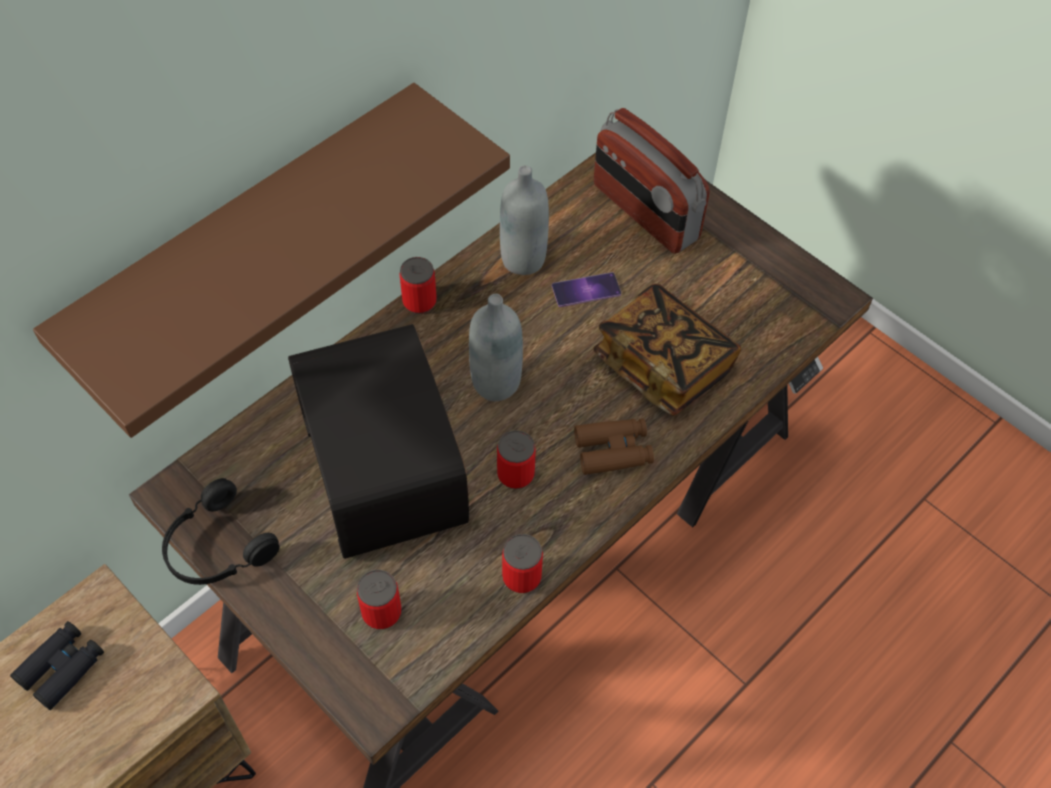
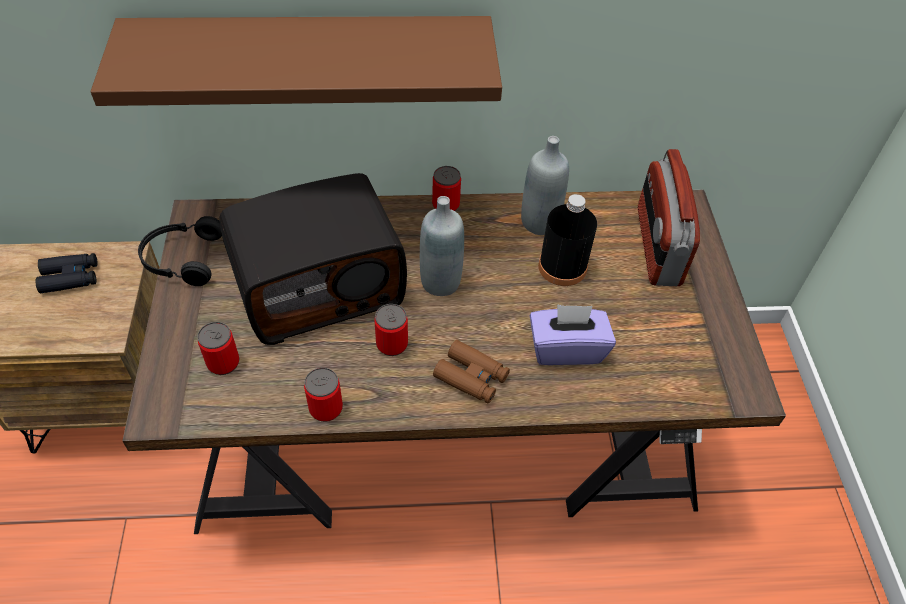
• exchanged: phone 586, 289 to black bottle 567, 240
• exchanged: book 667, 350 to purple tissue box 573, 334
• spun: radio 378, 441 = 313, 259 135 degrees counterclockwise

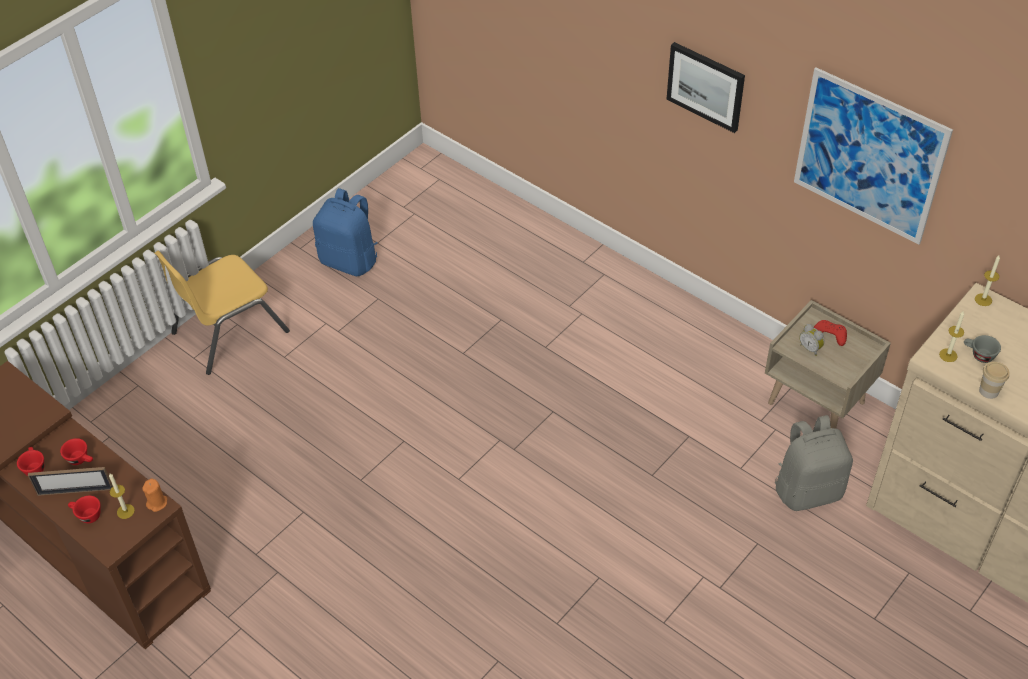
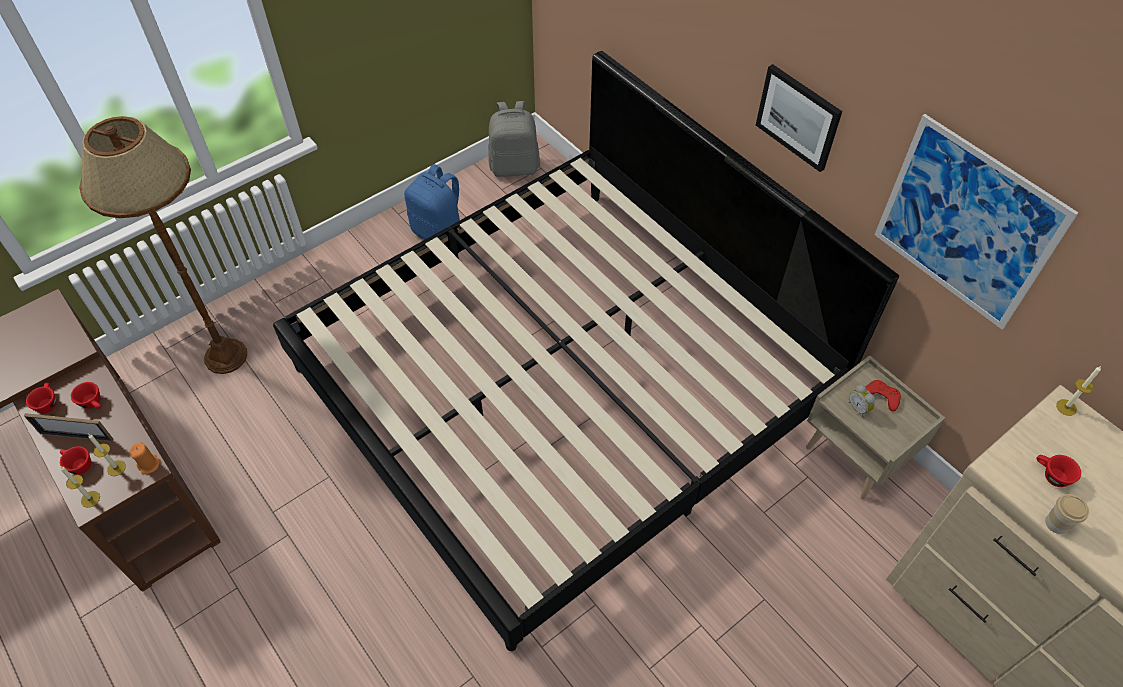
• missing: yellow chair 222, 312
• relocated: candle 951, 336 to 80, 487
• colour: grey cup 982, 349 to red cup 1058, 471
• relocated: grey backpack 814, 463 to 514, 139
• appeared: bed 586, 351
• appeared: brown floor lamp 163, 245

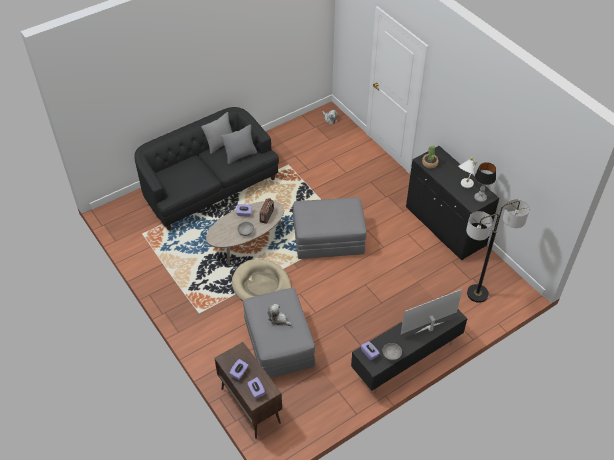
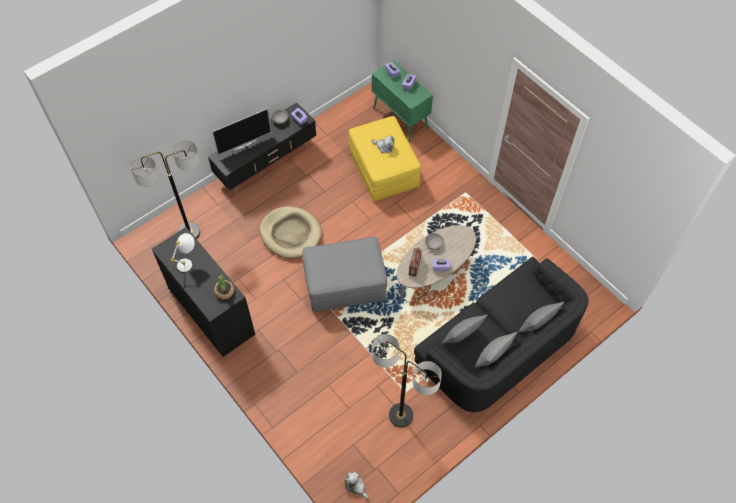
• missing: table lamp 485, 182
• relocated: beige dog bed 261, 280 to 291, 232
• colour: grey ottoman 279, 333 to yellow ottoman 385, 158
• colour: brown cabinet 248, 390 to green cabinet 402, 101
• appeared: grey pillow 541, 317
• appeared: floor lamp 407, 380

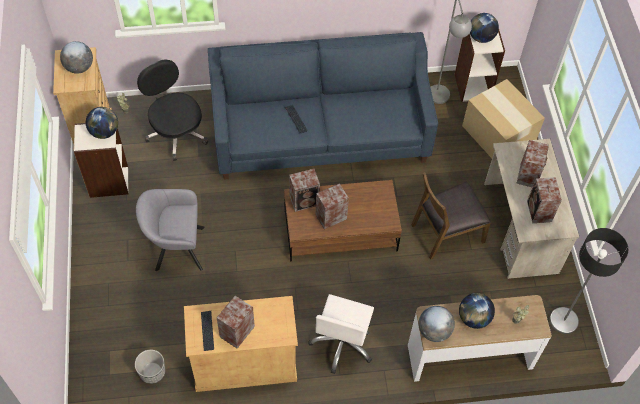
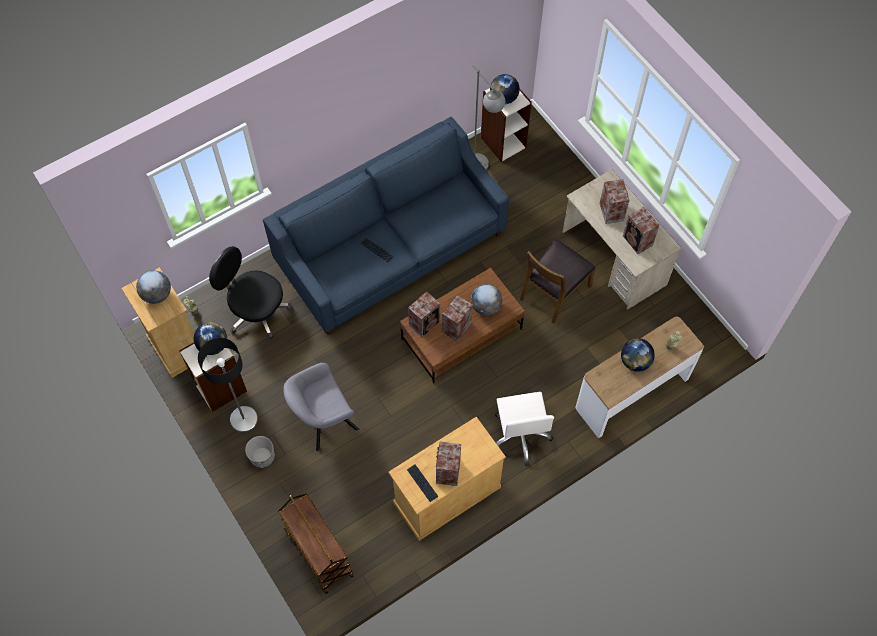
• missing: cardboard box 503, 118
• relocated: floor lamp 589, 281 to 228, 385
• relocated: globe 436, 324 to 486, 300
• relocated: planter 150, 367 to 260, 452
• appeared: brown cart 315, 544

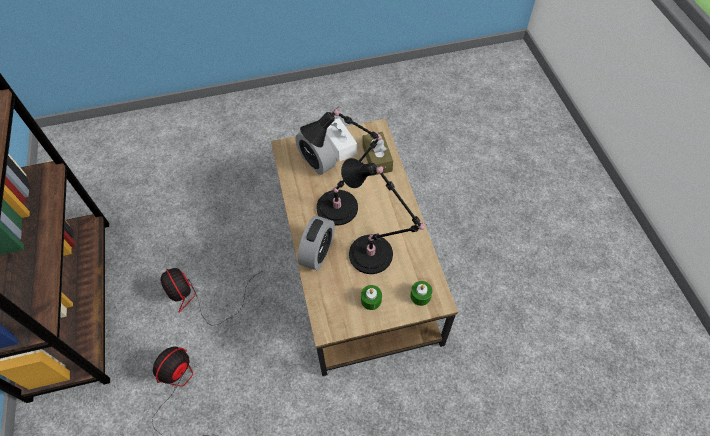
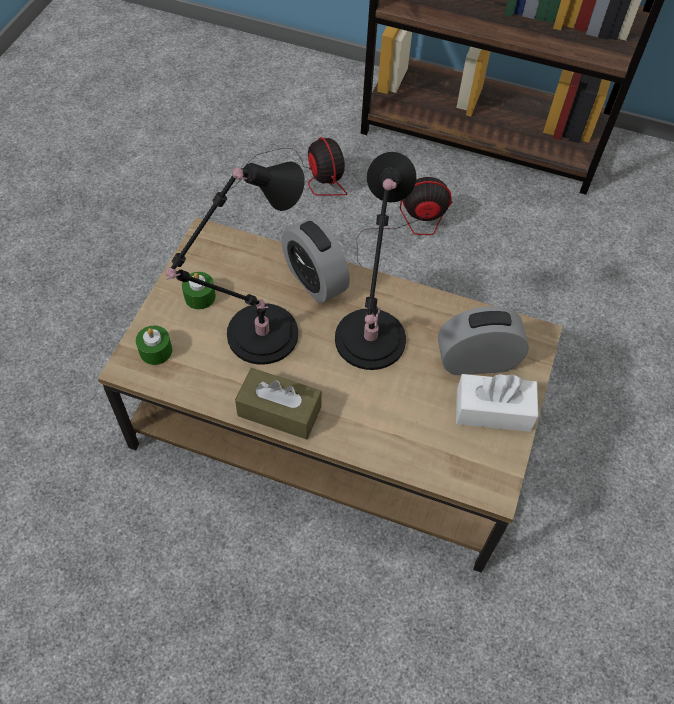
• relocated: brown tissue box 377, 154 to 278, 404

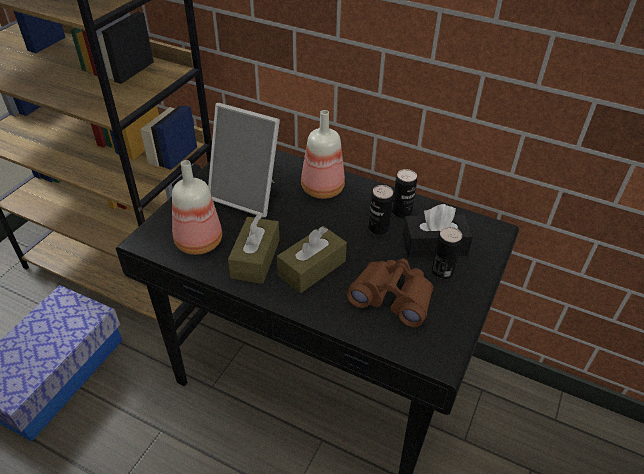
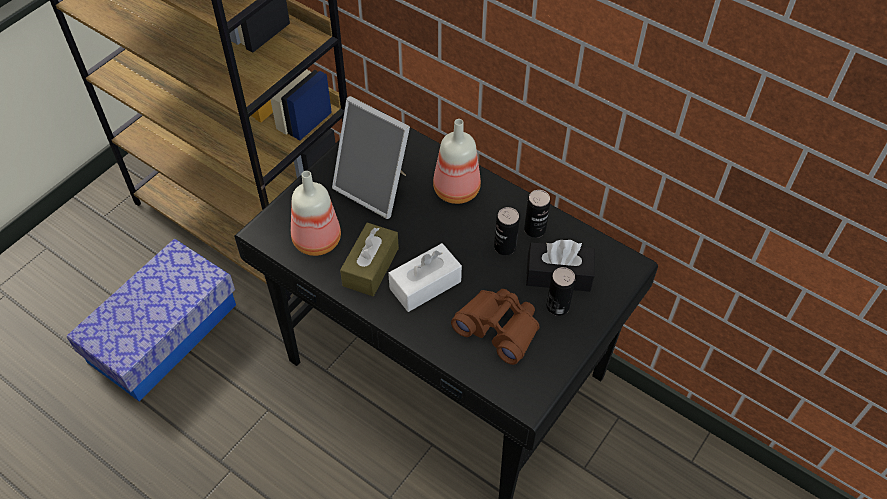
• colour: brown tissue box 312, 259 to white tissue box 425, 277

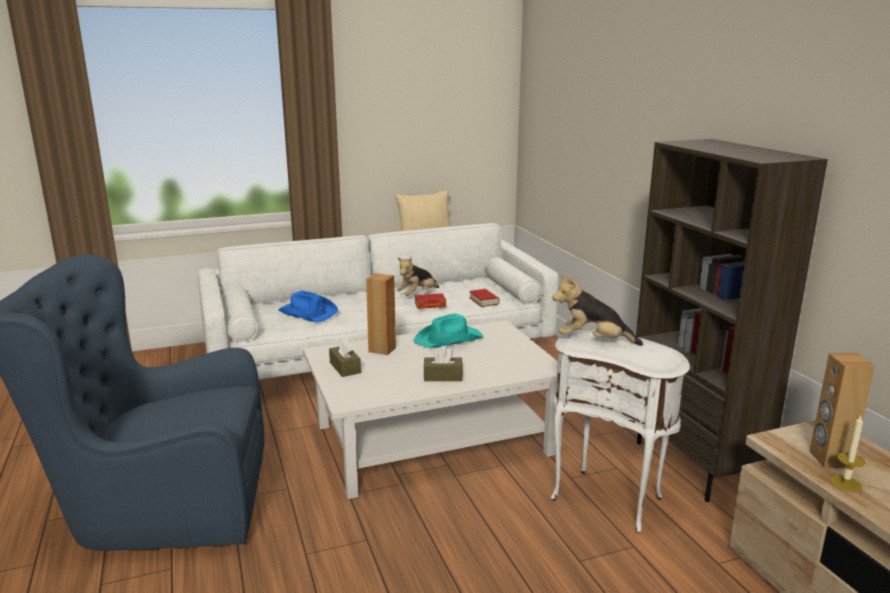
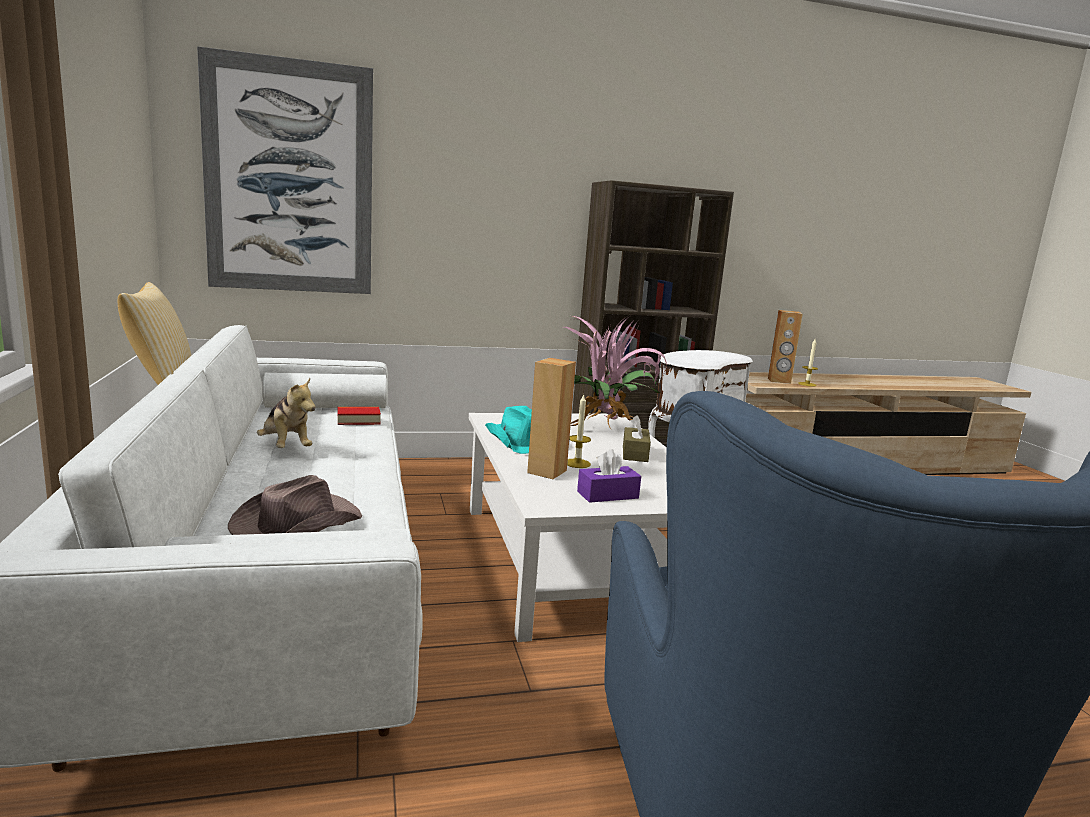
• missing: plush toy 597, 310
• colour: blue hat 308, 306 to brown hat 295, 505
• missing: book 430, 301
• colour: brown tissue box 345, 357 to purple tissue box 609, 476
• appeared: picture 285, 170
• appeared: potted plant 615, 372
• appeared: candle 579, 431

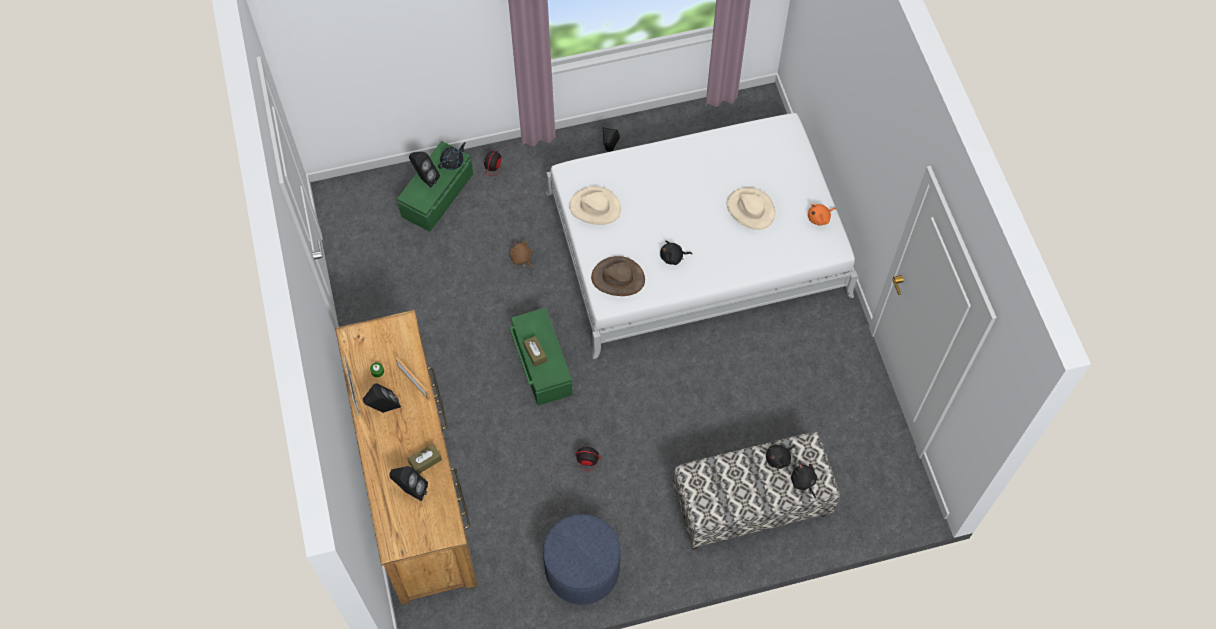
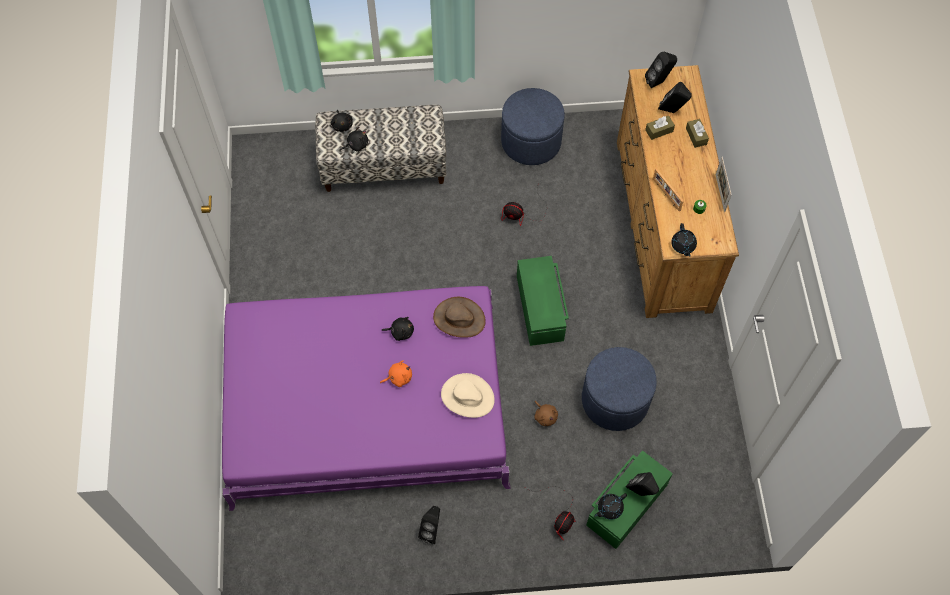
• colour: white bed 702, 236 to purple bed 366, 398
• missing: beige hat 750, 208
• relocated: orange plush toy 822, 215 to 396, 374
• relocated: brown tissue box 535, 351 to 697, 133
• relocated: black speaker 382, 398 to 661, 70
• appeared: black teapot 684, 240
• appeared: blue ottoman 619, 389

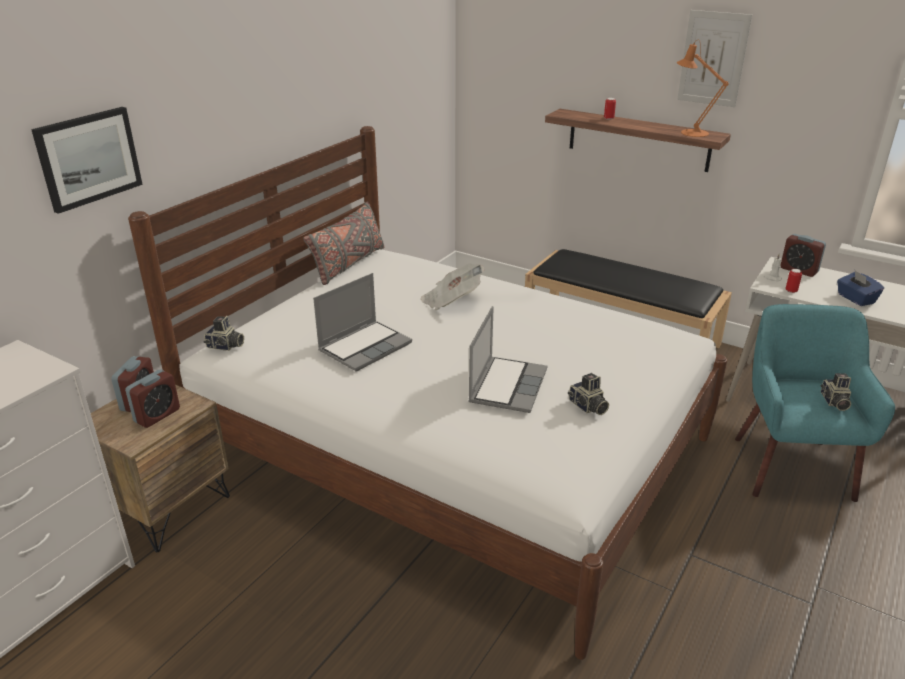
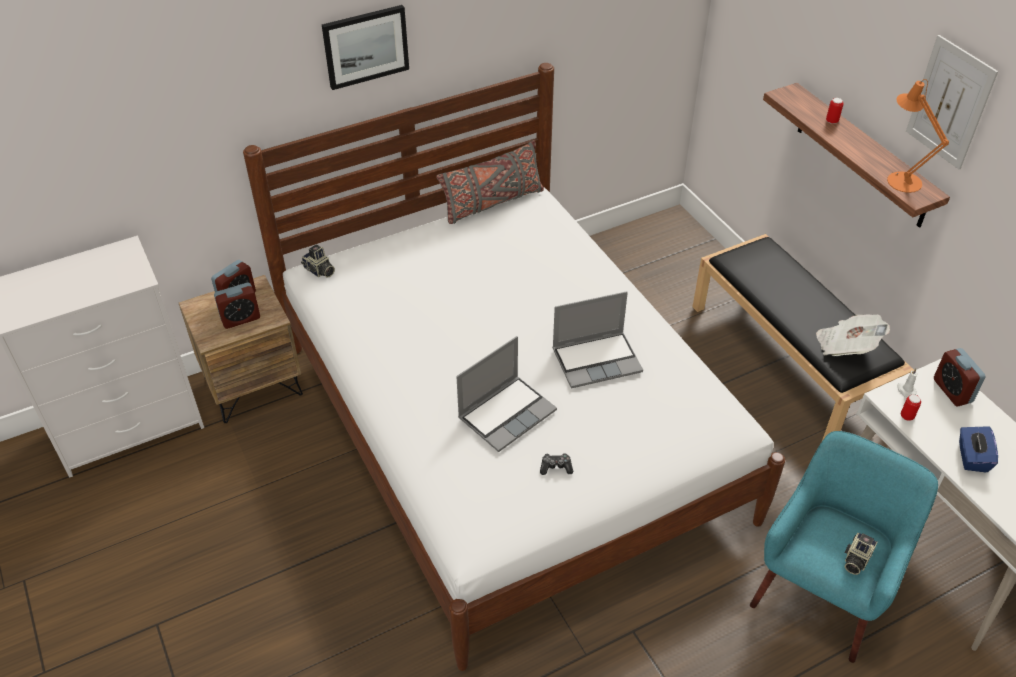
• relocated: picture 87, 160 to 365, 47
• relocated: newspaper 452, 286 to 853, 335
• relocated: laptop 362, 322 to 597, 339
• exchanged: photo camera 588, 394 to game controller 556, 464

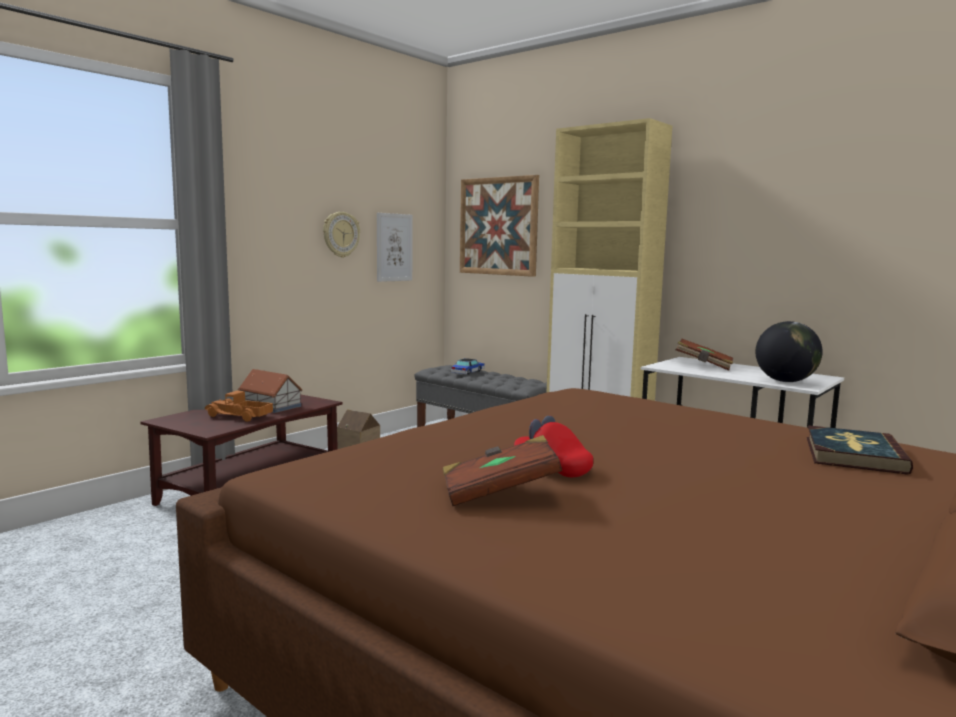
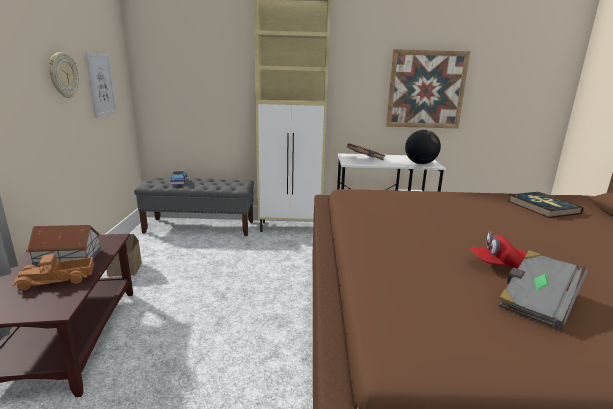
• relocated: picture 499, 226 to 428, 88
• colour: brown book 502, 470 to grey book 543, 290

